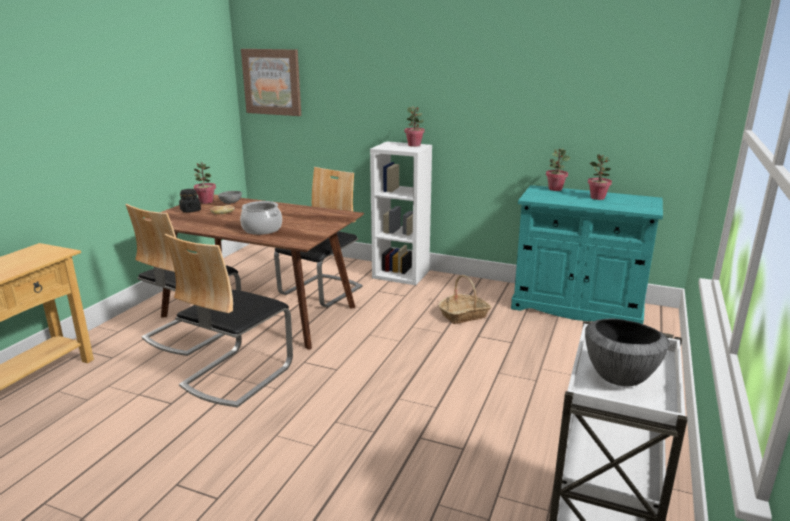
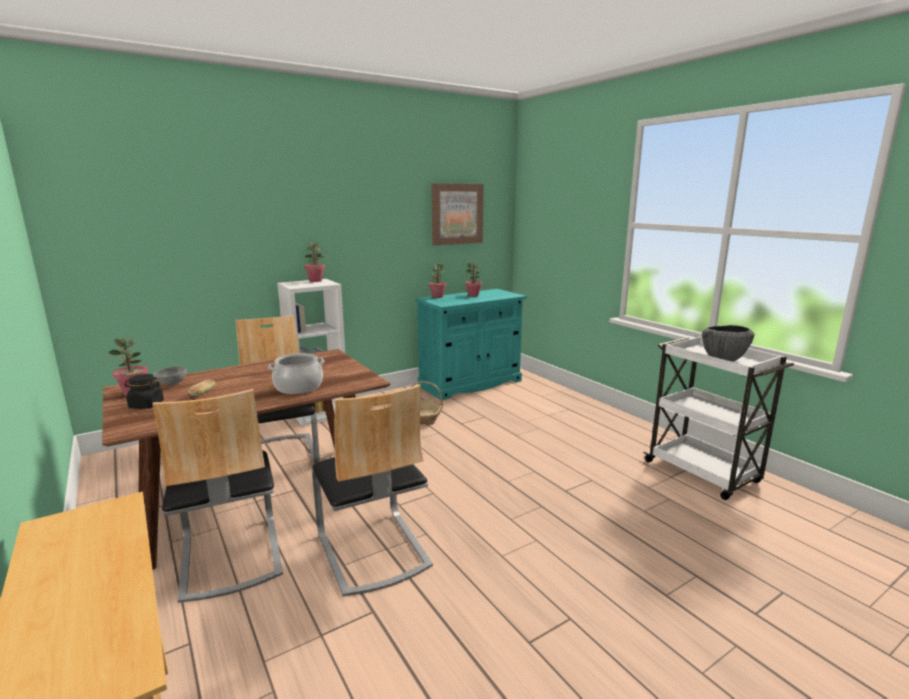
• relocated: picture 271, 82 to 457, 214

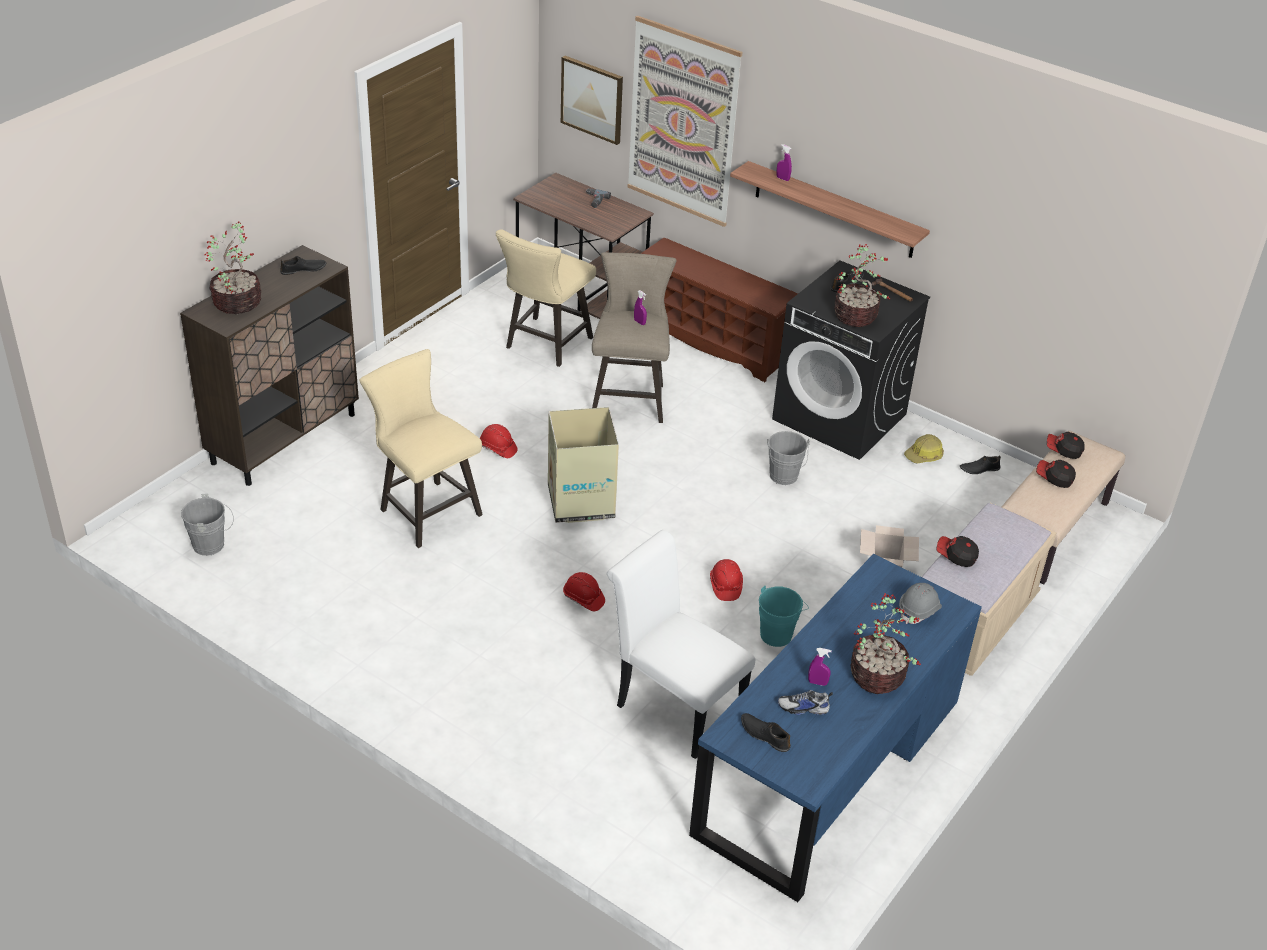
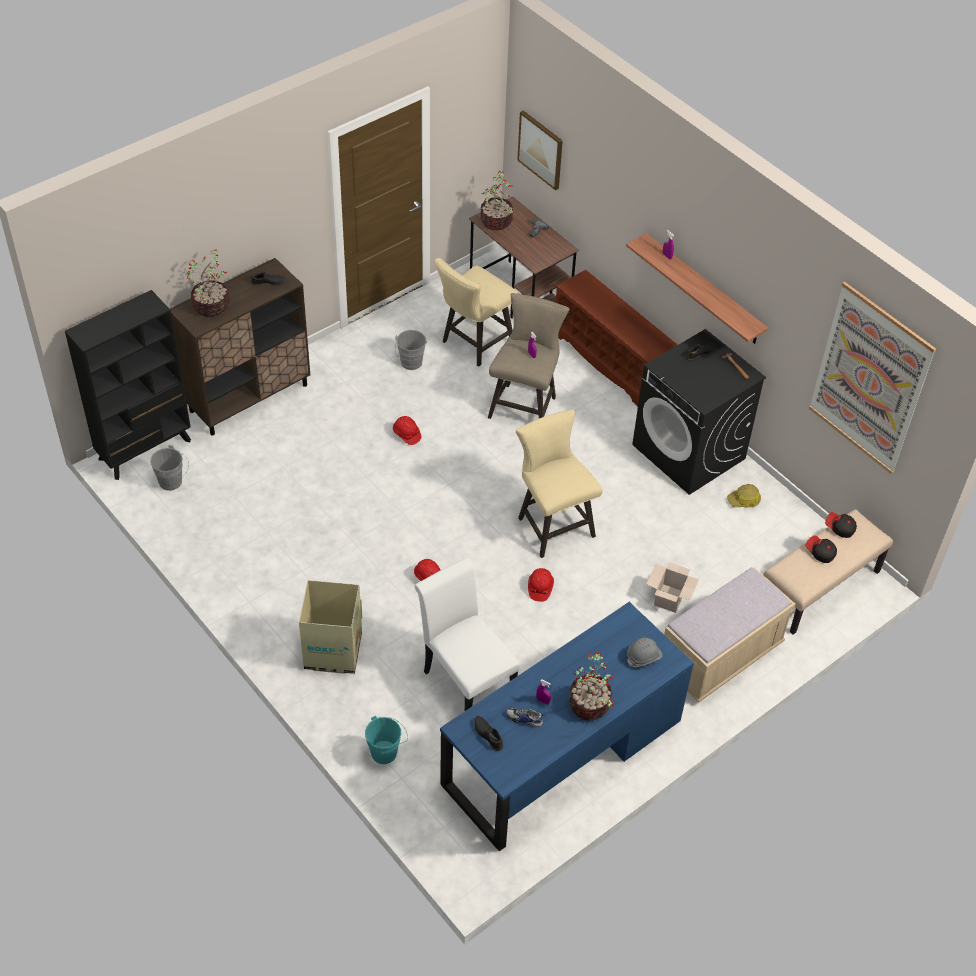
• relocated: picture 684, 121 to 872, 378
• relocated: potted plant 862, 285 to 497, 200
• relocated: beige stool 421, 448 to 559, 483
• relocated: cardboard box 583, 465 to 330, 627
• relocated: grey bucket 788, 458 to 411, 350
• missing: black shoe 980, 464
• missing: cap 957, 551
• relocated: turquoise bucket 784, 616 to 386, 740
• appeared: black bookcase 128, 385

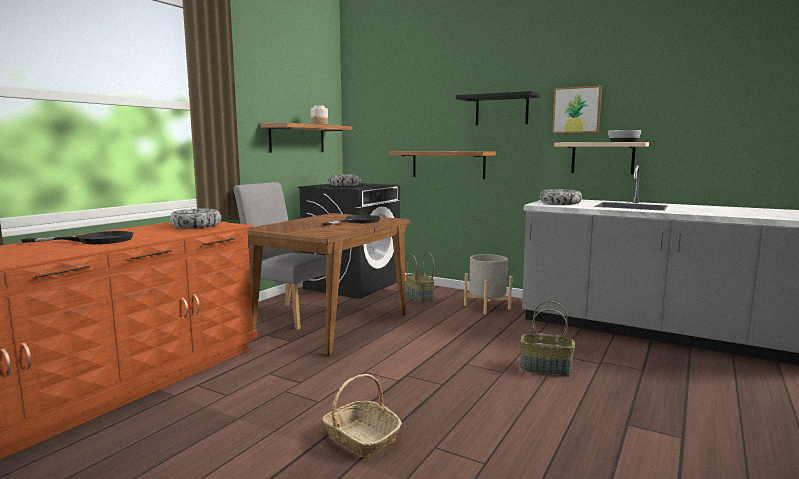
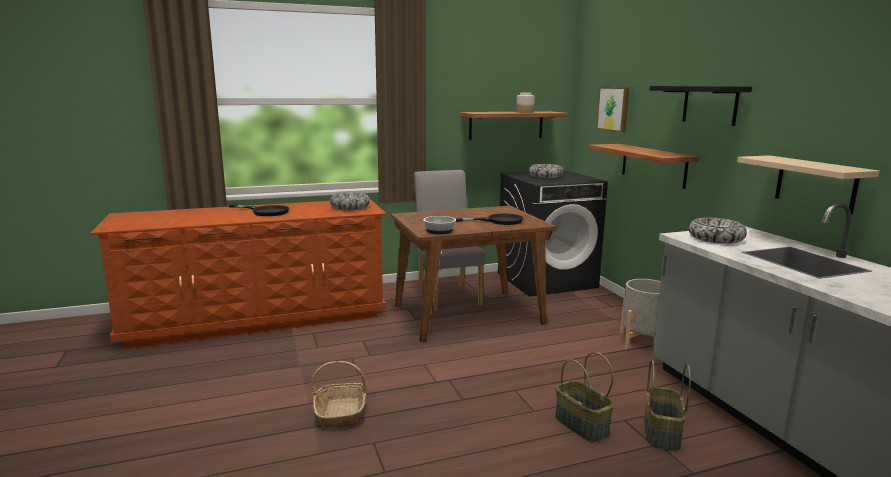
• relocated: picture 577, 109 to 613, 109
• relocated: bowl 624, 136 to 439, 225
• relocated: basket 419, 277 to 667, 405

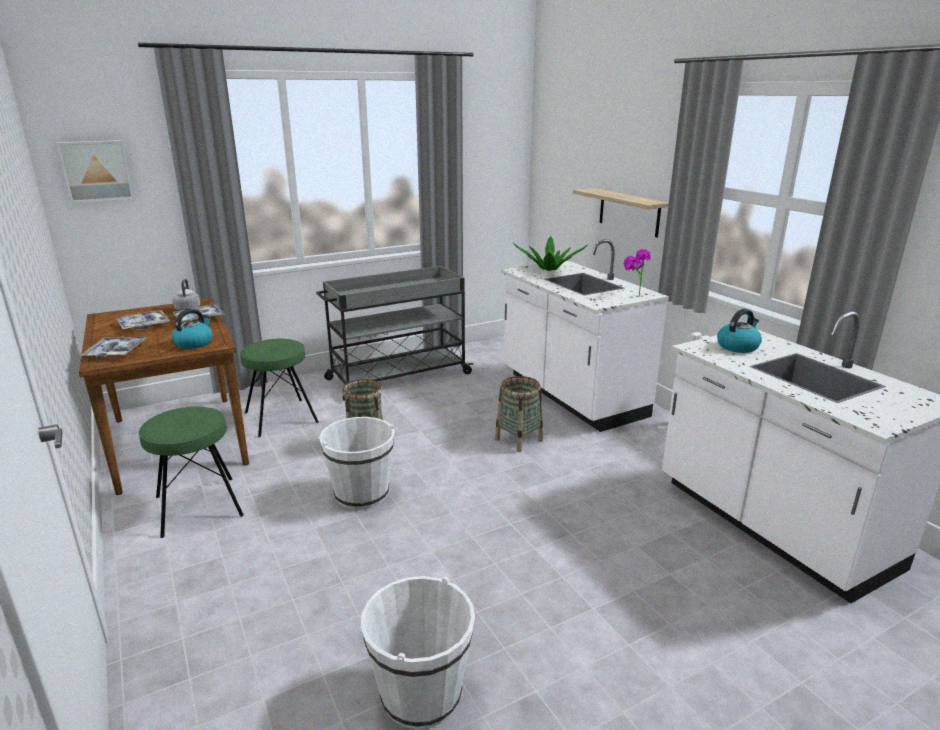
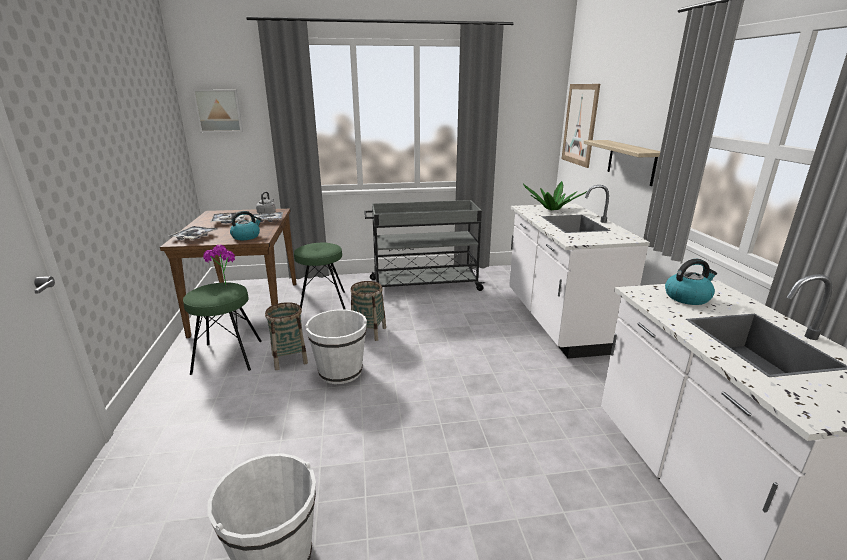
• relocated: potted plant 637, 273 to 219, 265
• relocated: basket 519, 414 to 286, 336
• appeared: picture 581, 126

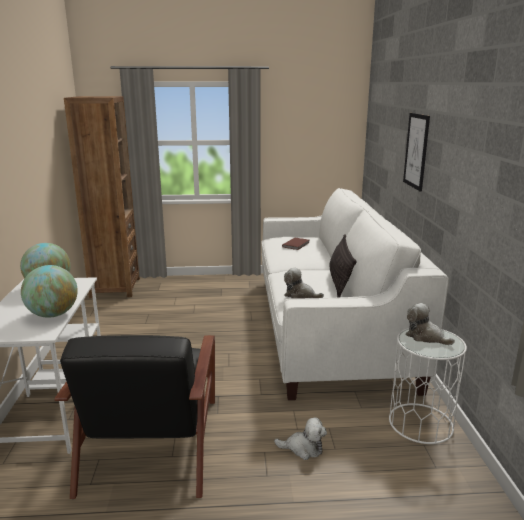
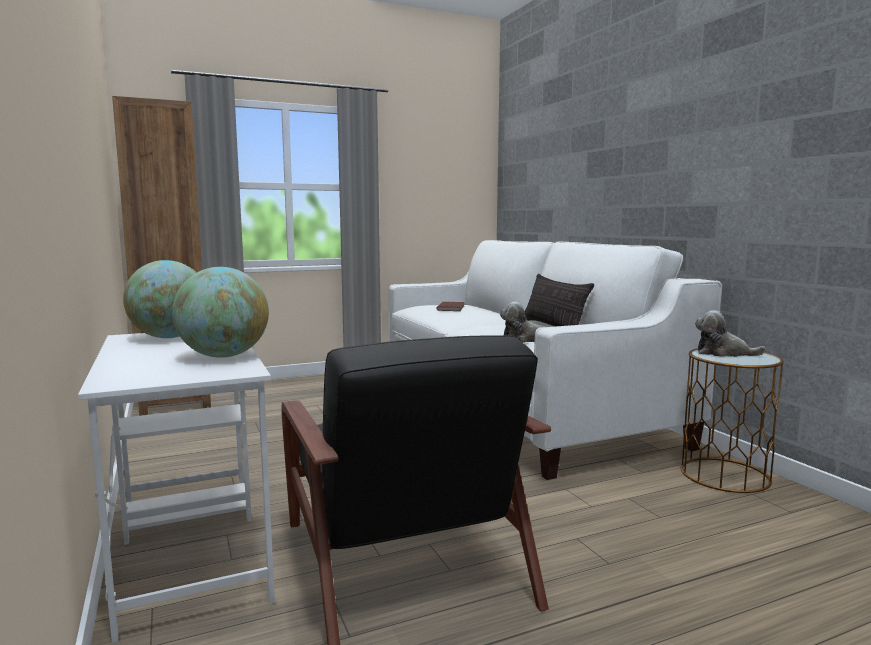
• missing: picture 416, 152
• colour: white side table 428, 386 to brown side table 732, 420
• missing: plush toy 300, 438

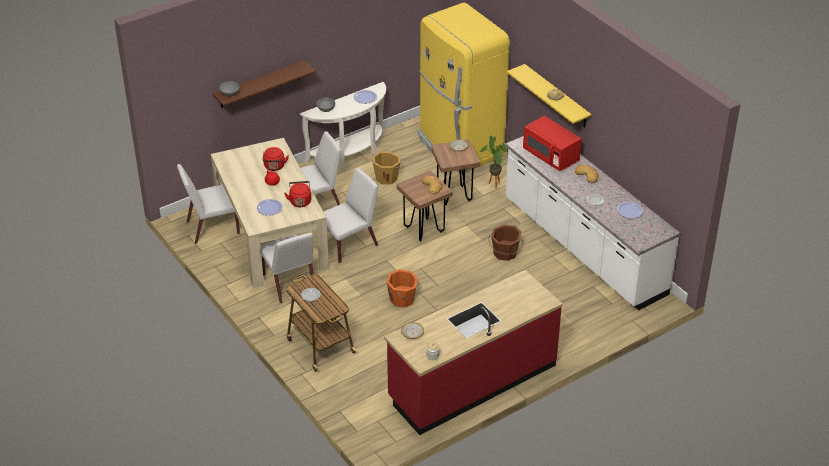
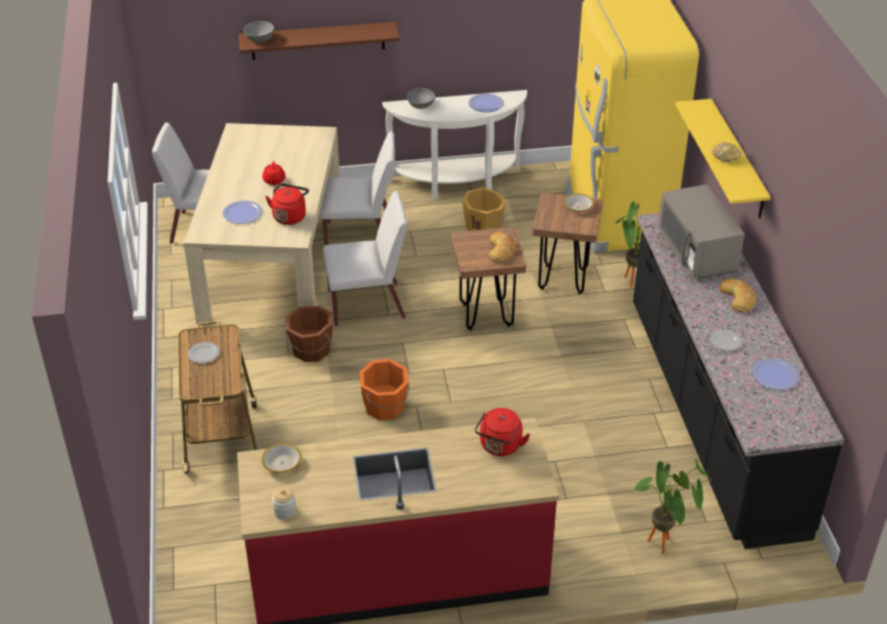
• colour: red microwave 552, 143 to grey microwave 701, 232
• colour: white counter 593, 223 to black counter 738, 381
• relocated: red kettle 275, 159 to 502, 432
• relocated: brown bucket 506, 243 to 308, 334
• missing: white chair 287, 268
• appeared: potted plant 672, 506

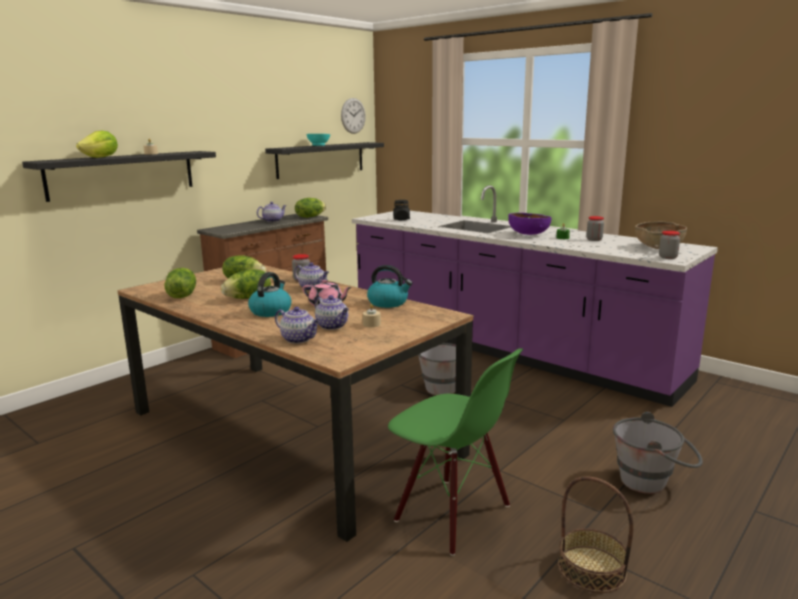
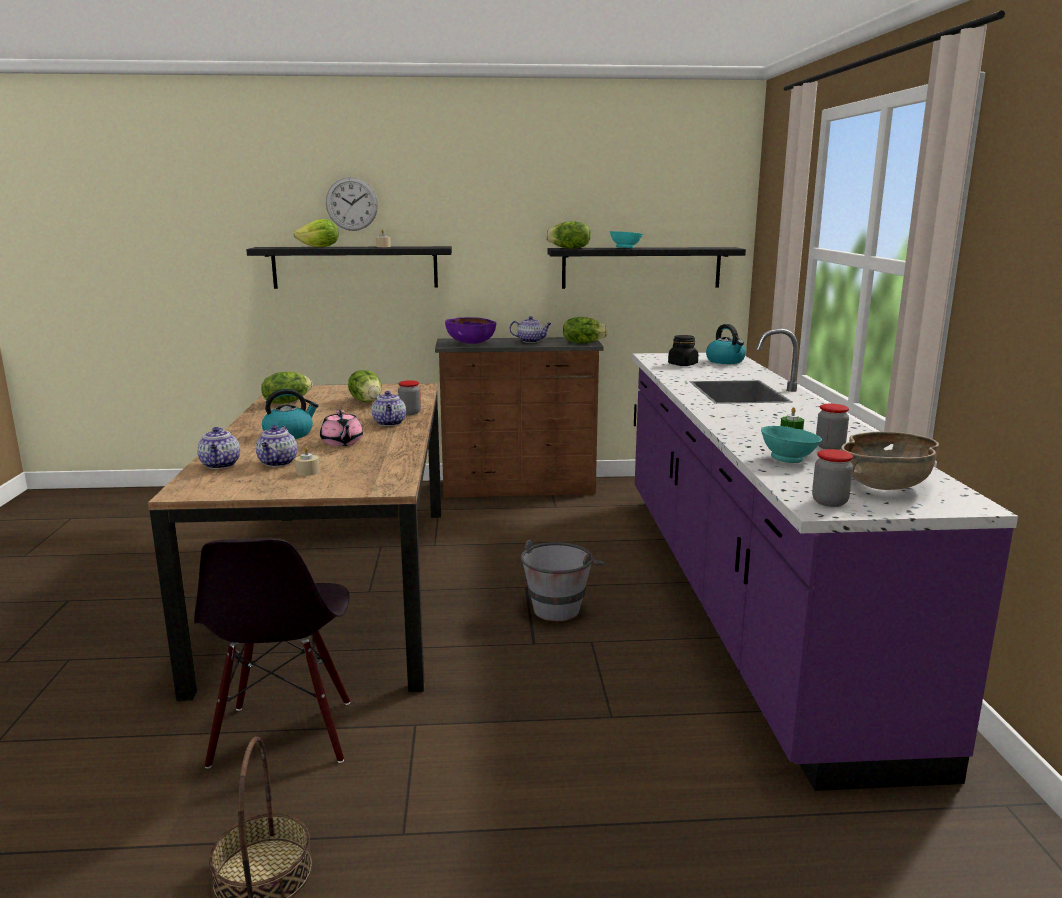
• relocated: wall clock 353, 116 to 352, 204
• relocated: purple bowl 530, 224 to 470, 330
• relocated: kettle 390, 286 to 726, 344
• relocated: lettuce 246, 284 to 568, 235
• colour: green chair 455, 452 to black chair 272, 653
• missing: grey bucket 658, 453
• appeared: turquoise bowl 791, 444

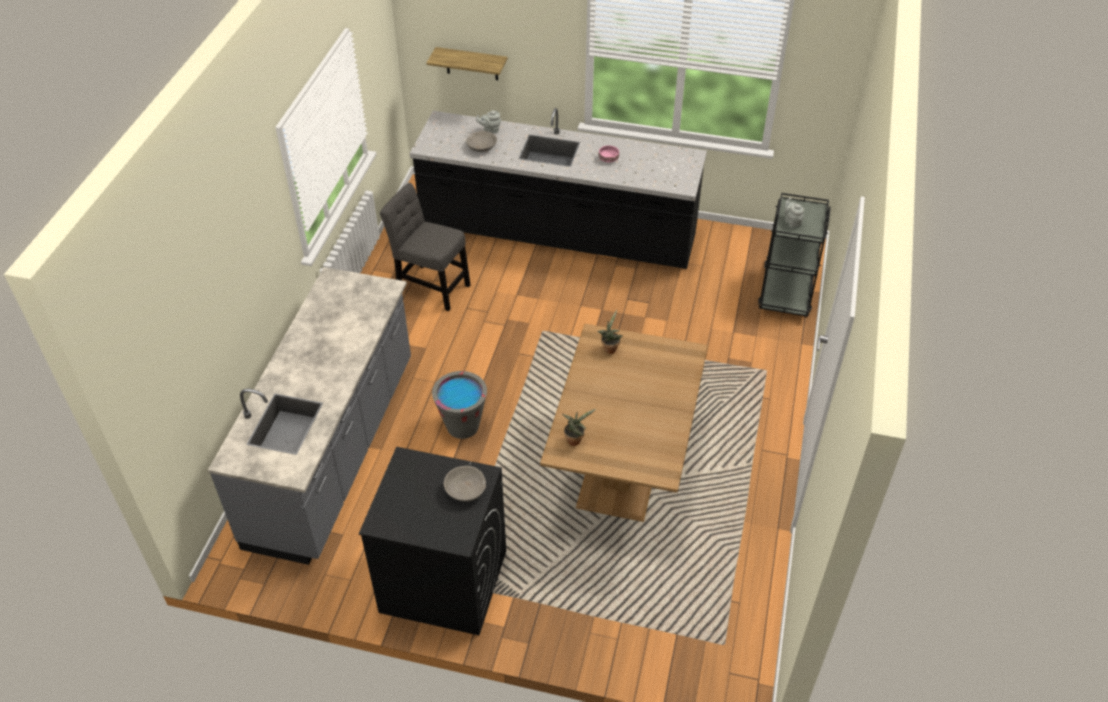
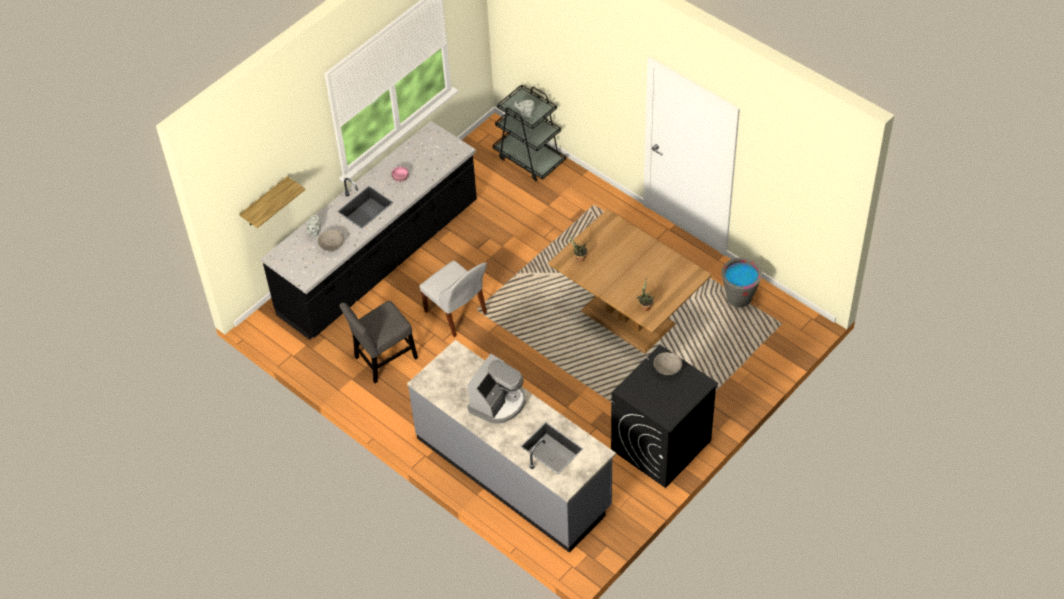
• relocated: grey bucket 459, 405 to 741, 283
• appeared: white chair 453, 298
• appeared: coffee machine 496, 388

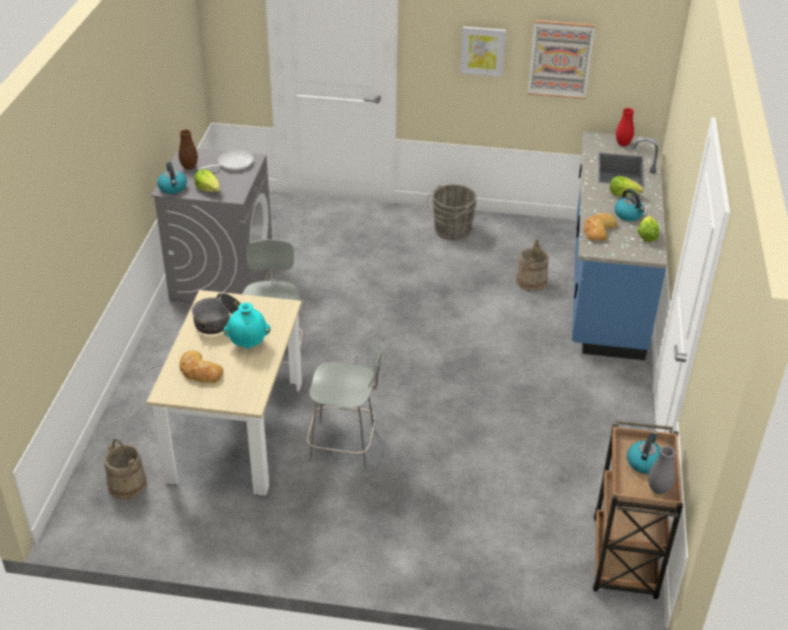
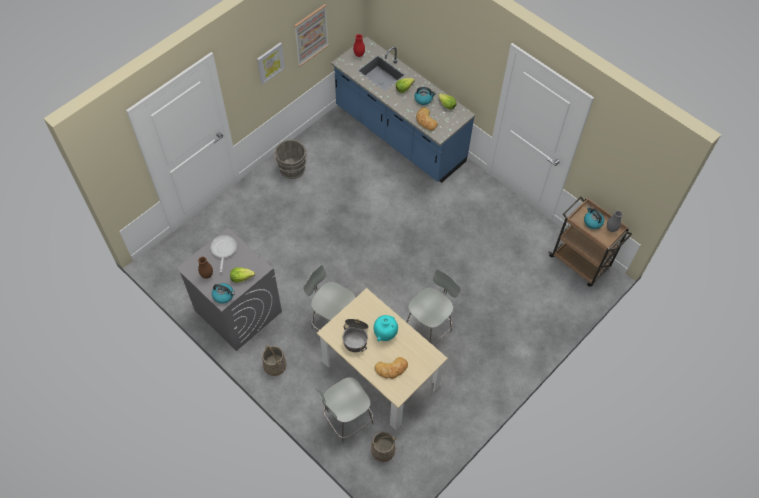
• relocated: beige bucket 532, 265 to 274, 360
• appeared: grey chair 345, 410

